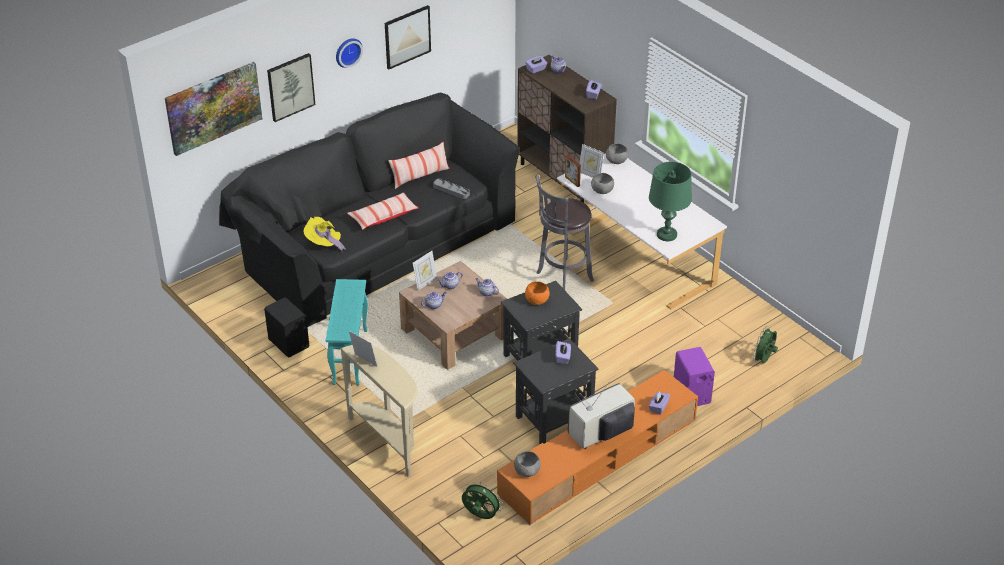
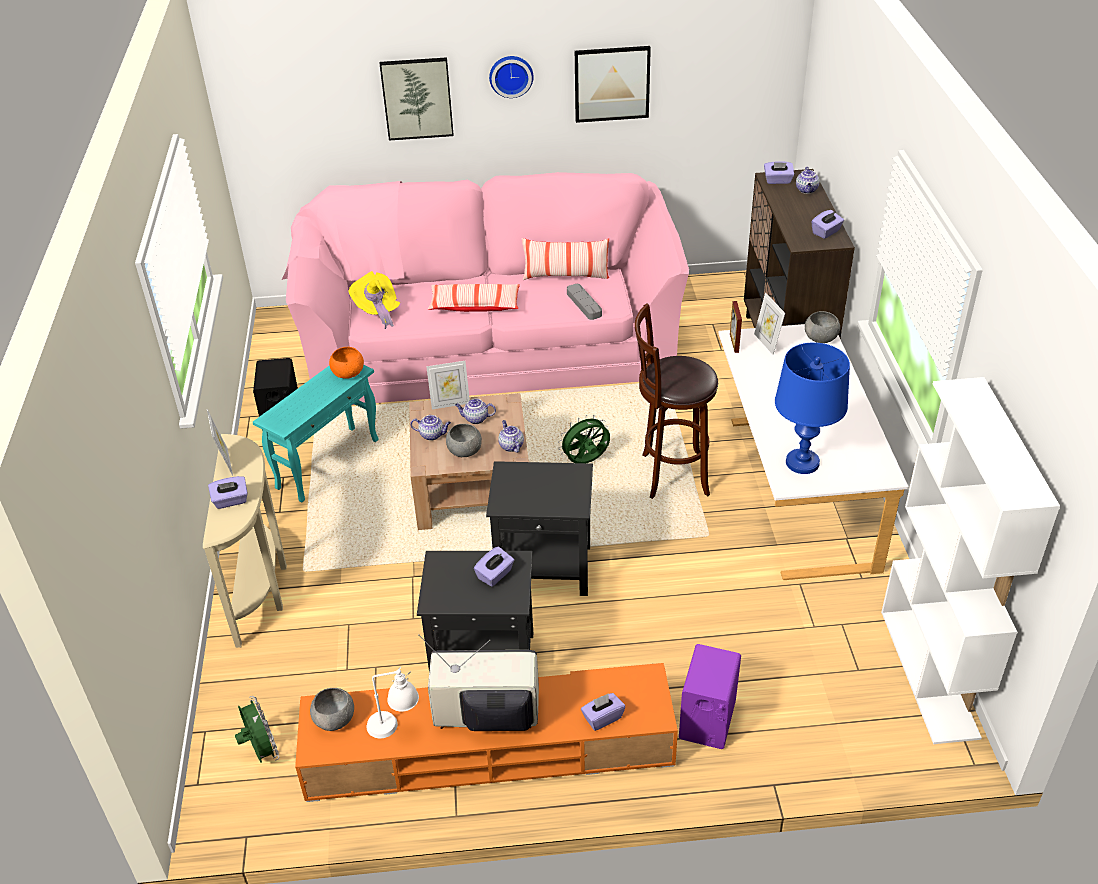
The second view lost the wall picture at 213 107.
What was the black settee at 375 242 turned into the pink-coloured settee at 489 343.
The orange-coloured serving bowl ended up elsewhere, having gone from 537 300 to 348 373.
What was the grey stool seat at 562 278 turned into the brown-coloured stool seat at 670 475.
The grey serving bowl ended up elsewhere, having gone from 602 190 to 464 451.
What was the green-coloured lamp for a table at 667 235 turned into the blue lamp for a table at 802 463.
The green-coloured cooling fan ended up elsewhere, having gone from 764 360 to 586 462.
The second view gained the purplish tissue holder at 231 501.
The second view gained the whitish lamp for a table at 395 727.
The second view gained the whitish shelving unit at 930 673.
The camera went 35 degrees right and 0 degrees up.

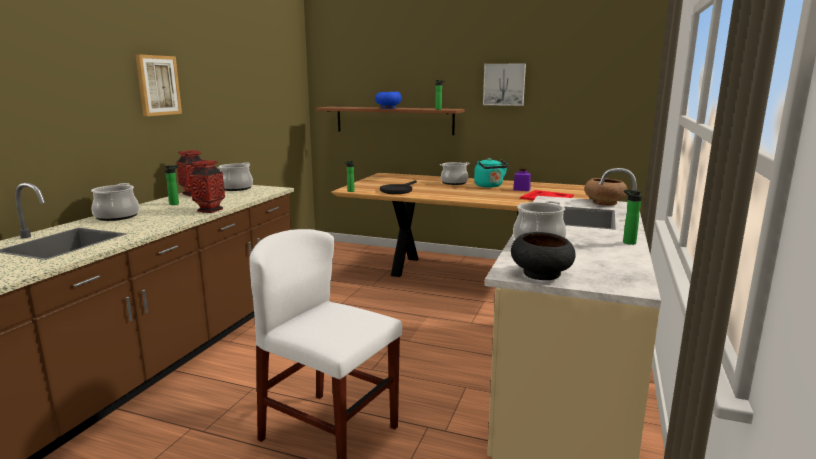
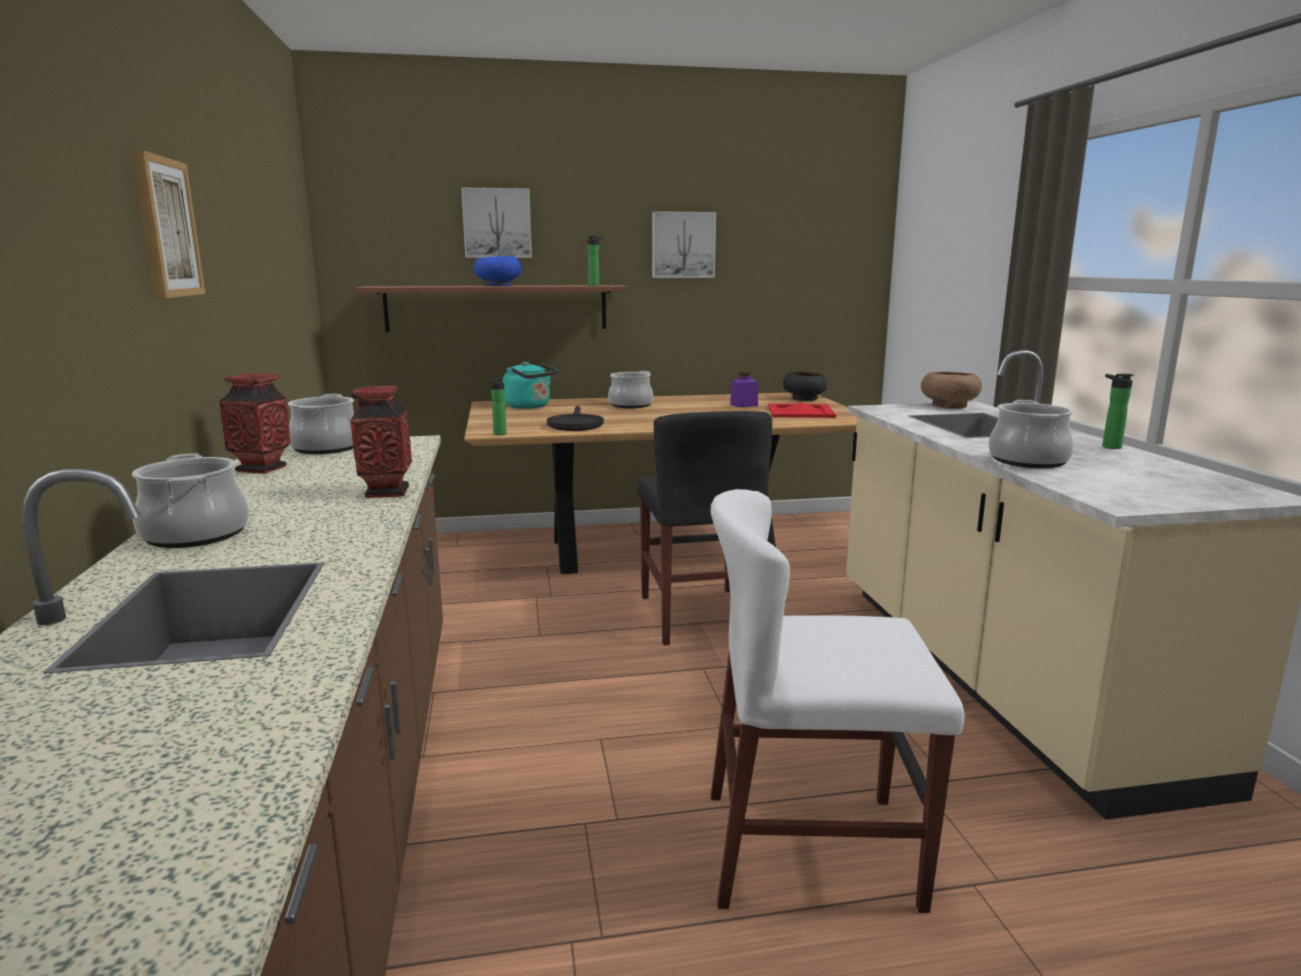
The second view lost the bottle at 175 204.
The turquoise-coloured tea kettle ended up elsewhere, having gone from 489 186 to 530 407.
The black serving bowl ended up elsewhere, having gone from 541 274 to 804 399.
The second view gained the wall picture at 497 223.
The second view gained the black upright chair at 699 615.
The camera went 30 degrees left and 0 degrees up.

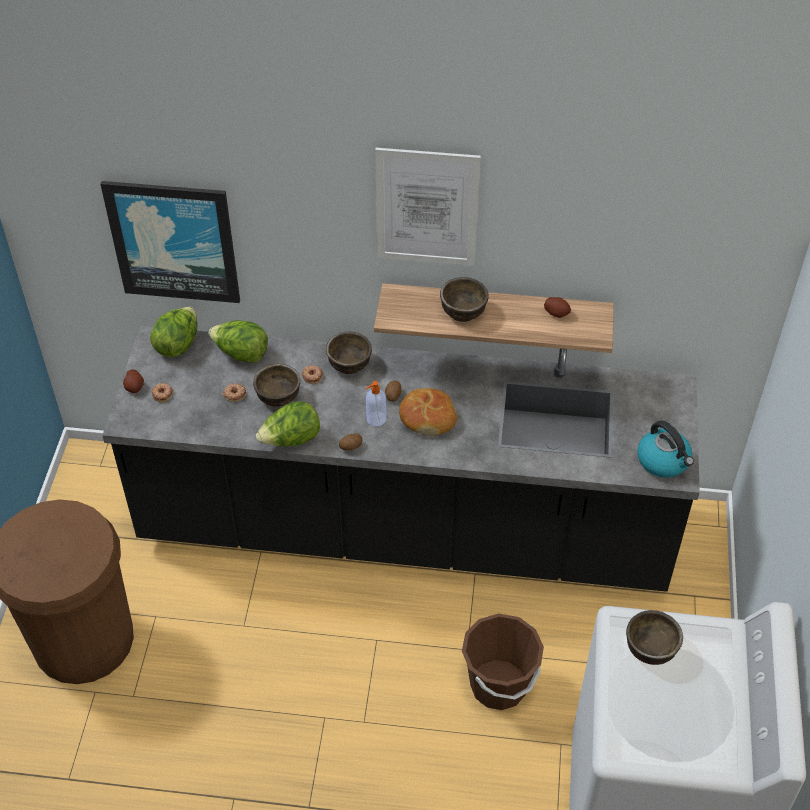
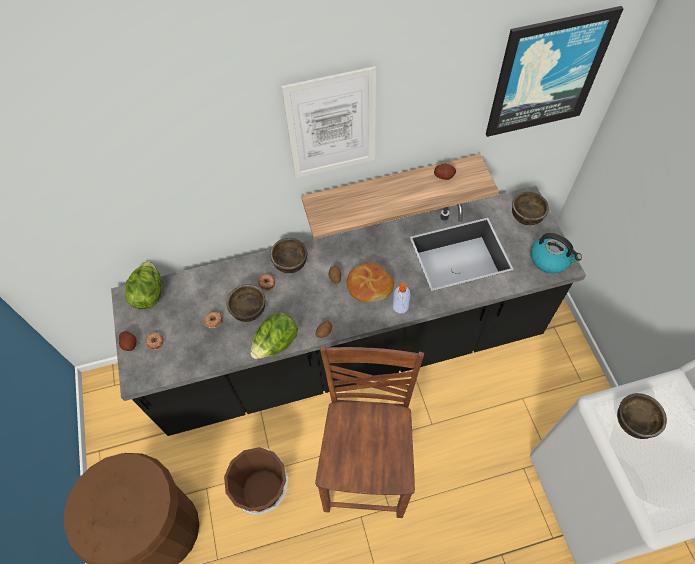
The wall picture ended up elsewhere, having gone from 174 241 to 547 74.
The second view lost the lettuce head at 241 354.
The soap bottle ended up elsewhere, having gone from 375 419 to 400 307.
The brown-coloured serving bowl ended up elsewhere, having gone from 462 311 to 525 217.
The brown-coloured water bucket ended up elsewhere, having gone from 498 685 to 263 490.
The second view gained the brown-coloured upright chair at 367 467.
The camera went 20 degrees left and 10 degrees up.

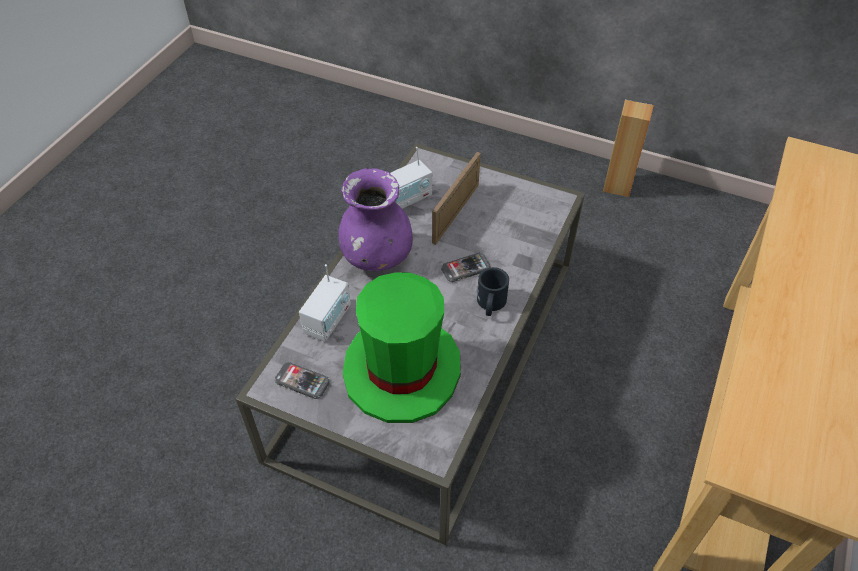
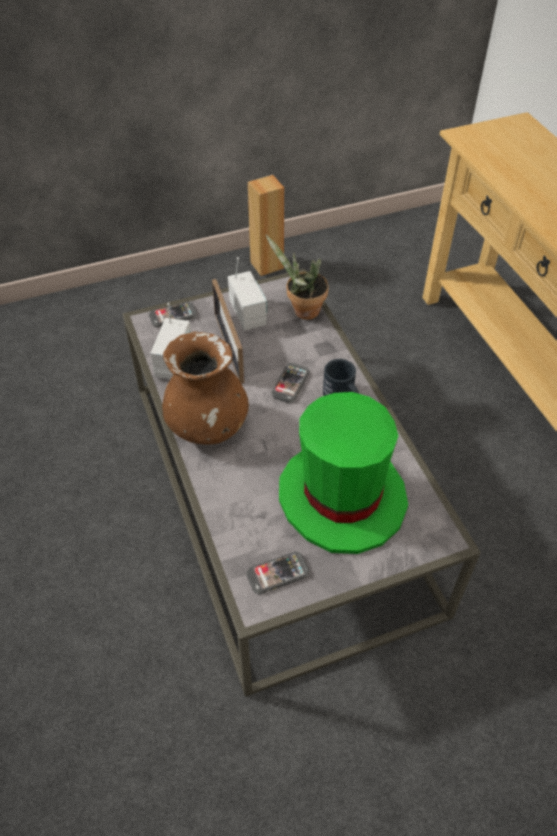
The radio ended up elsewhere, having gone from 328 320 to 248 314.
What was the purplish decorative vase at 376 256 turned into the brown-coloured decorative vase at 208 426.
The second view gained the telephone at 173 316.
The second view gained the potted plant at 302 311.
The camera went 45 degrees left and 0 degrees up.

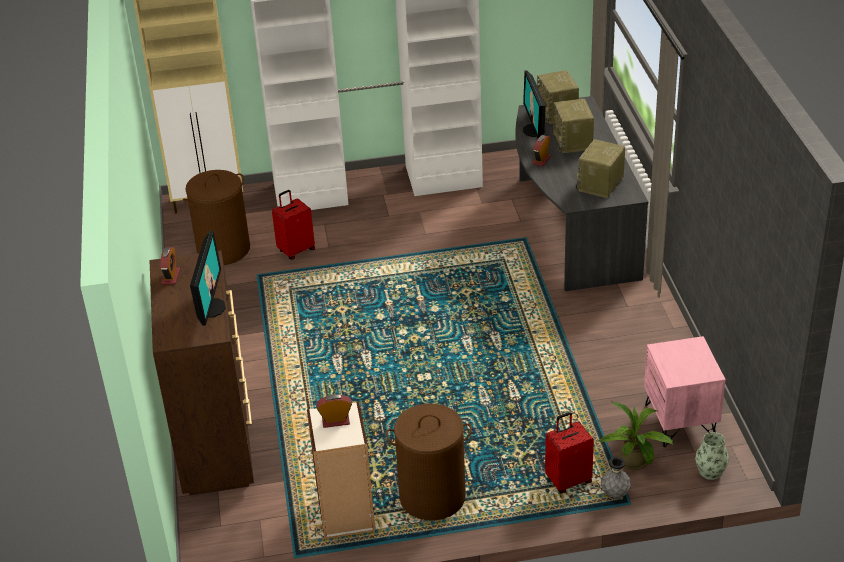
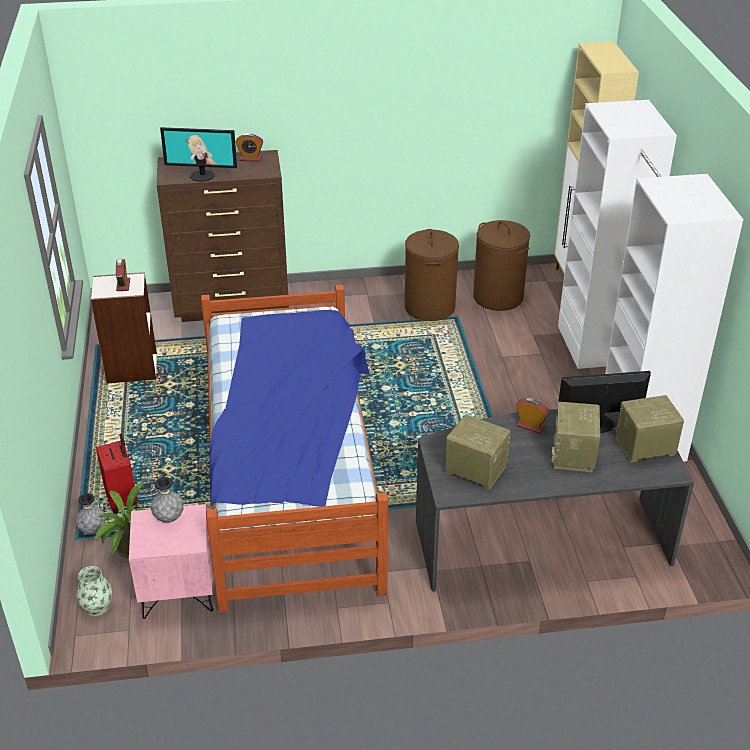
The second view lost the red suitcase at 296 250.
The brown-coloured hamper ended up elsewhere, having gone from 432 497 to 429 307.
The radio at 573 142 ended up facing another way, 75 degrees counterclockwise from before.
The second view gained the grey decorative vase at 169 518.
The second view gained the sleeping bed at 291 477.
The camera went 90 degrees right and 0 degrees up.

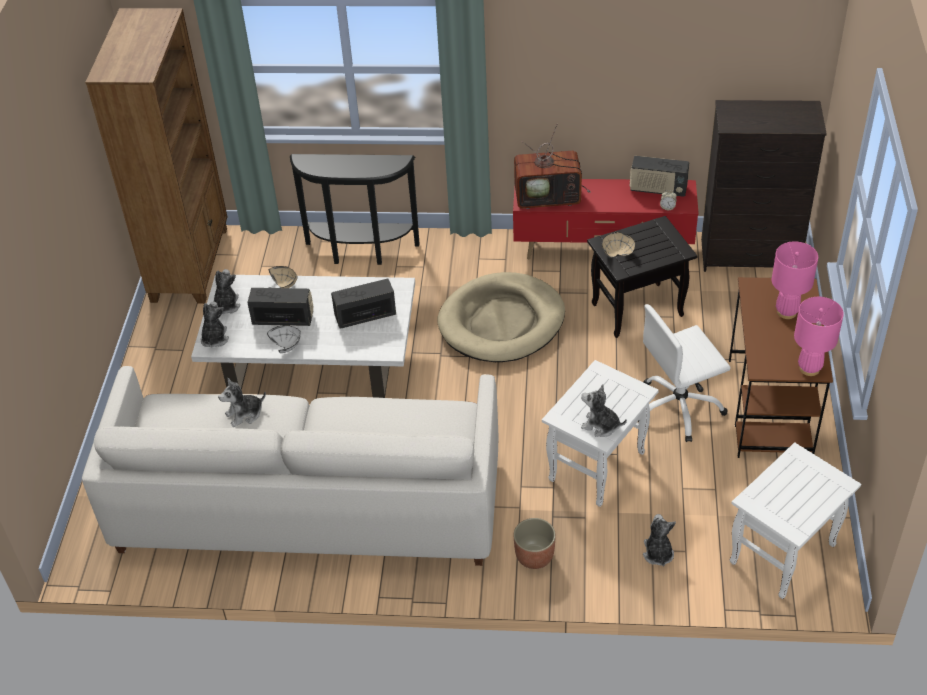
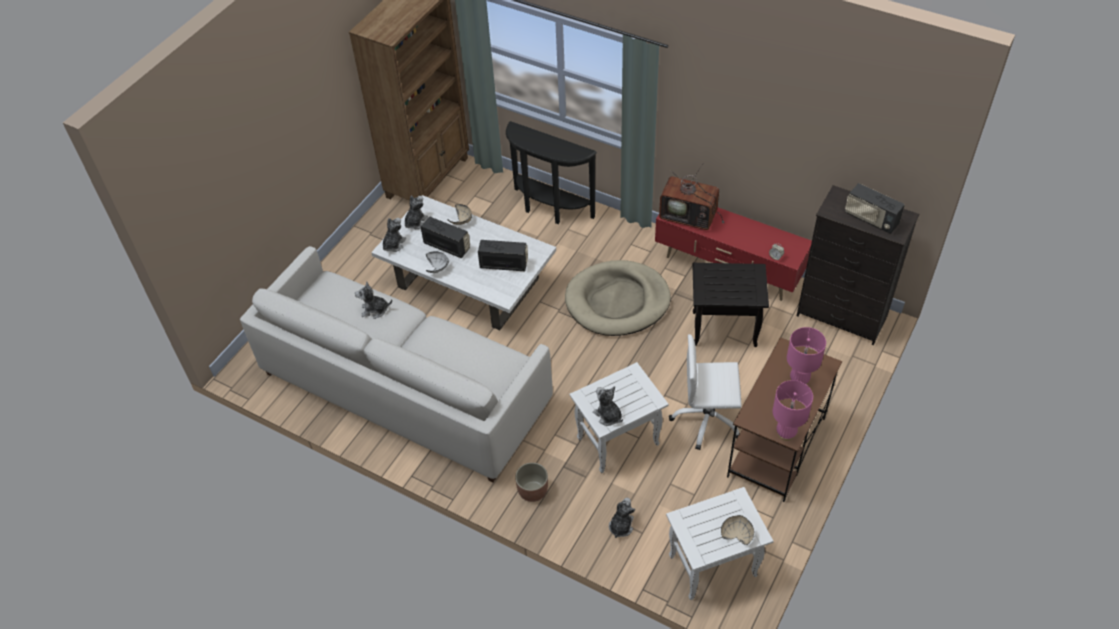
The beige serving bowl ended up elsewhere, having gone from 616 252 to 736 534.
The radio ended up elsewhere, having gone from 658 189 to 870 219.
The camera went 25 degrees right and 5 degrees up.

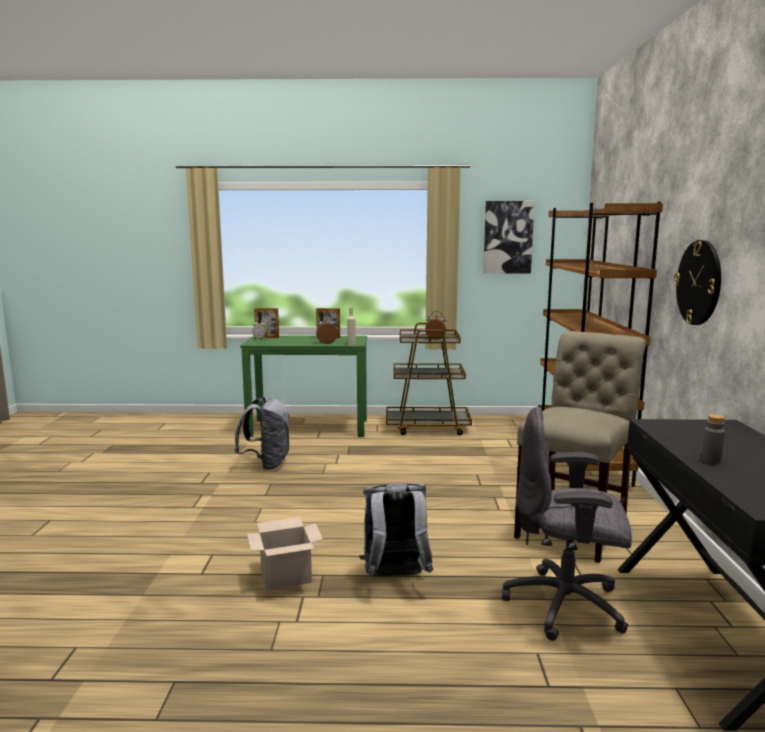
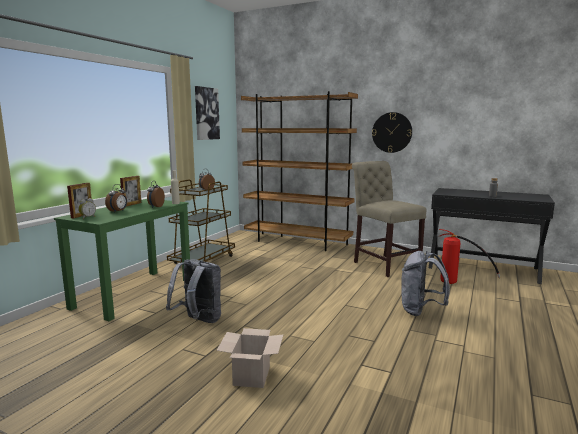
The carton ended up elsewhere, having gone from 287 576 to 251 375.
Where the grey desk chair stood at 566 606, the fire extinguisher came to stand at 458 283.
The second view gained the bedside clock at 118 211.
The camera went 65 degrees left and 0 degrees up.

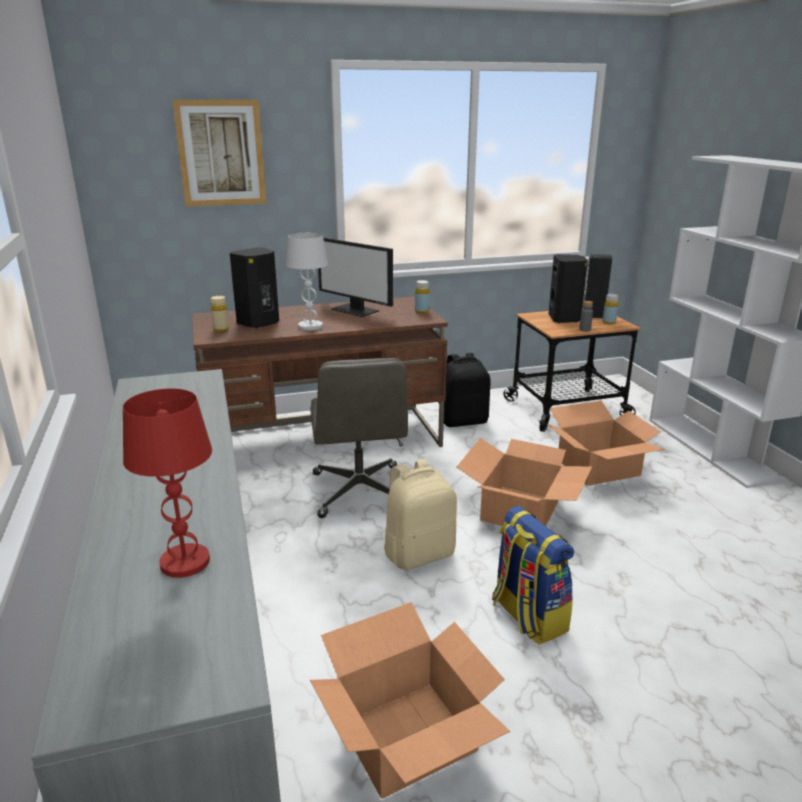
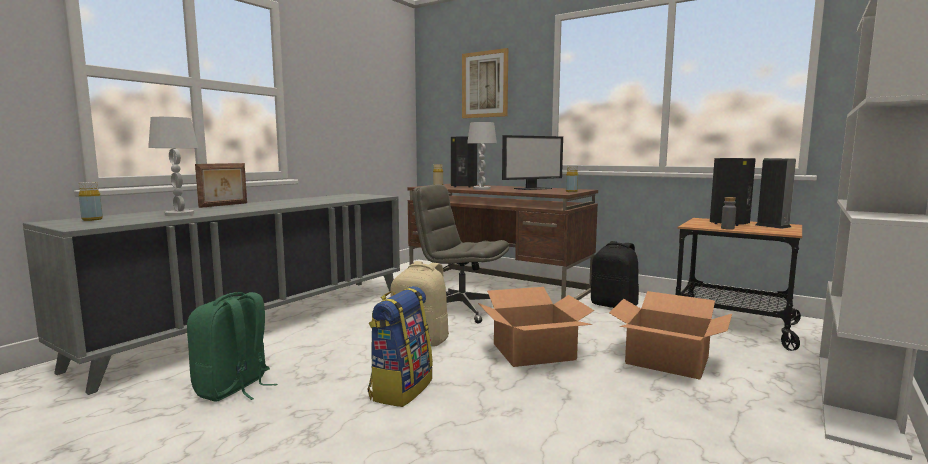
What was the red lamp for a table at 184 562 turned into the whitish lamp for a table at 179 214.
The grey desk chair at 360 492 ended up facing another way, 75 degrees clockwise from before.
Where the carton stood at 408 737, the green-coloured knapsack came to stand at 234 388.
The computer screen at 356 310 ended up facing another way, 120 degrees counterclockwise from before.
The yellowish bottle ended up elsewhere, having gone from 609 322 to 92 219.
The second view gained the picture frame at 224 205.
The camera went 50 degrees right and 15 degrees down.

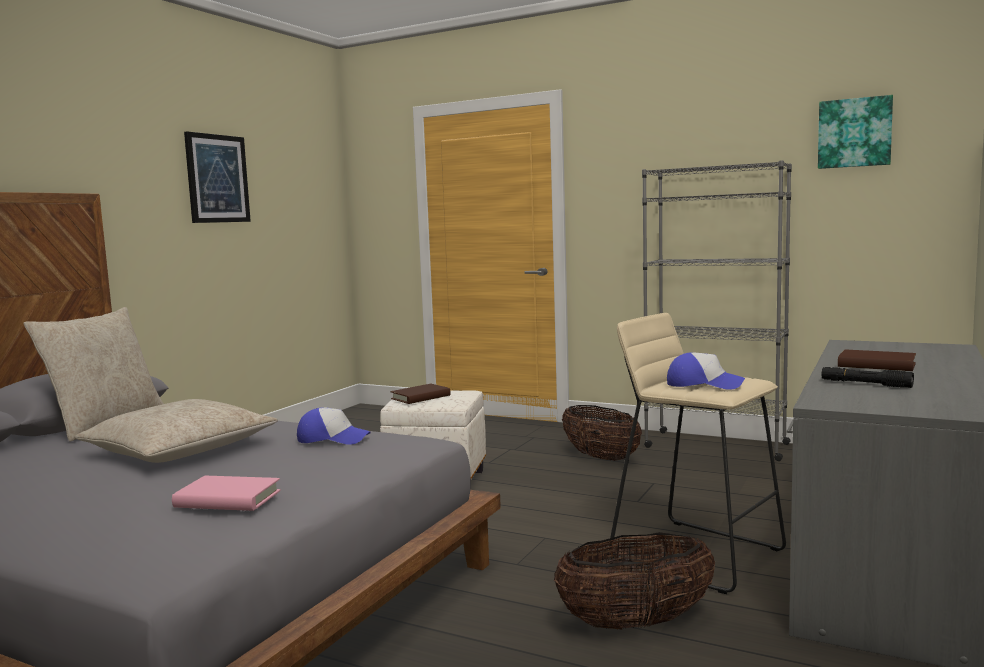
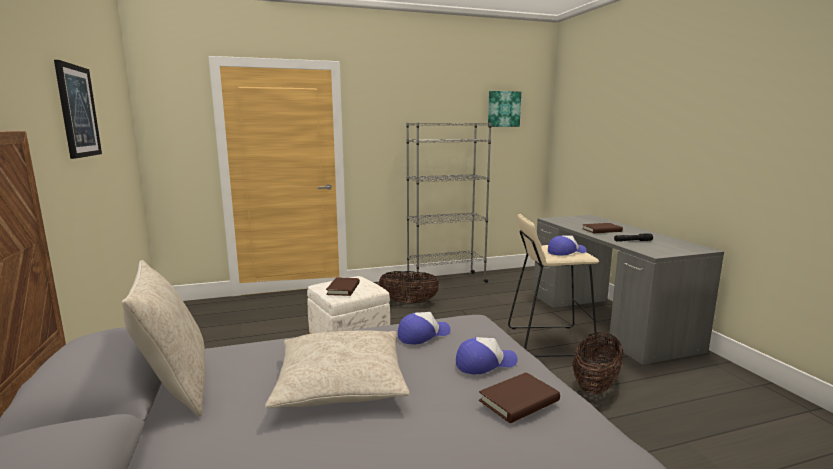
What was the pink-coloured volume at 227 499 turned into the brown-coloured volume at 519 401.
The second view gained the baseball cap at 485 363.
The camera went 45 degrees left and 5 degrees up.

